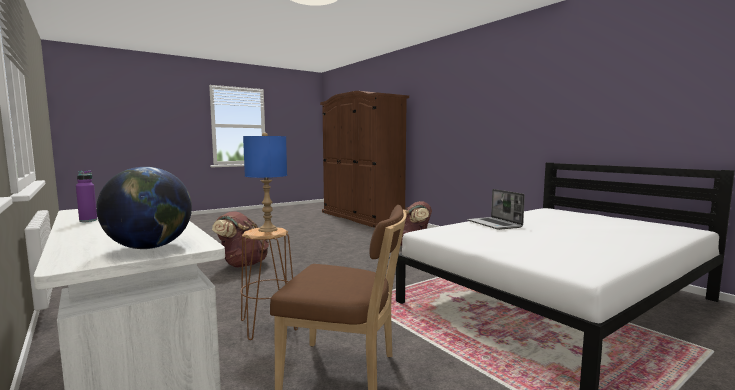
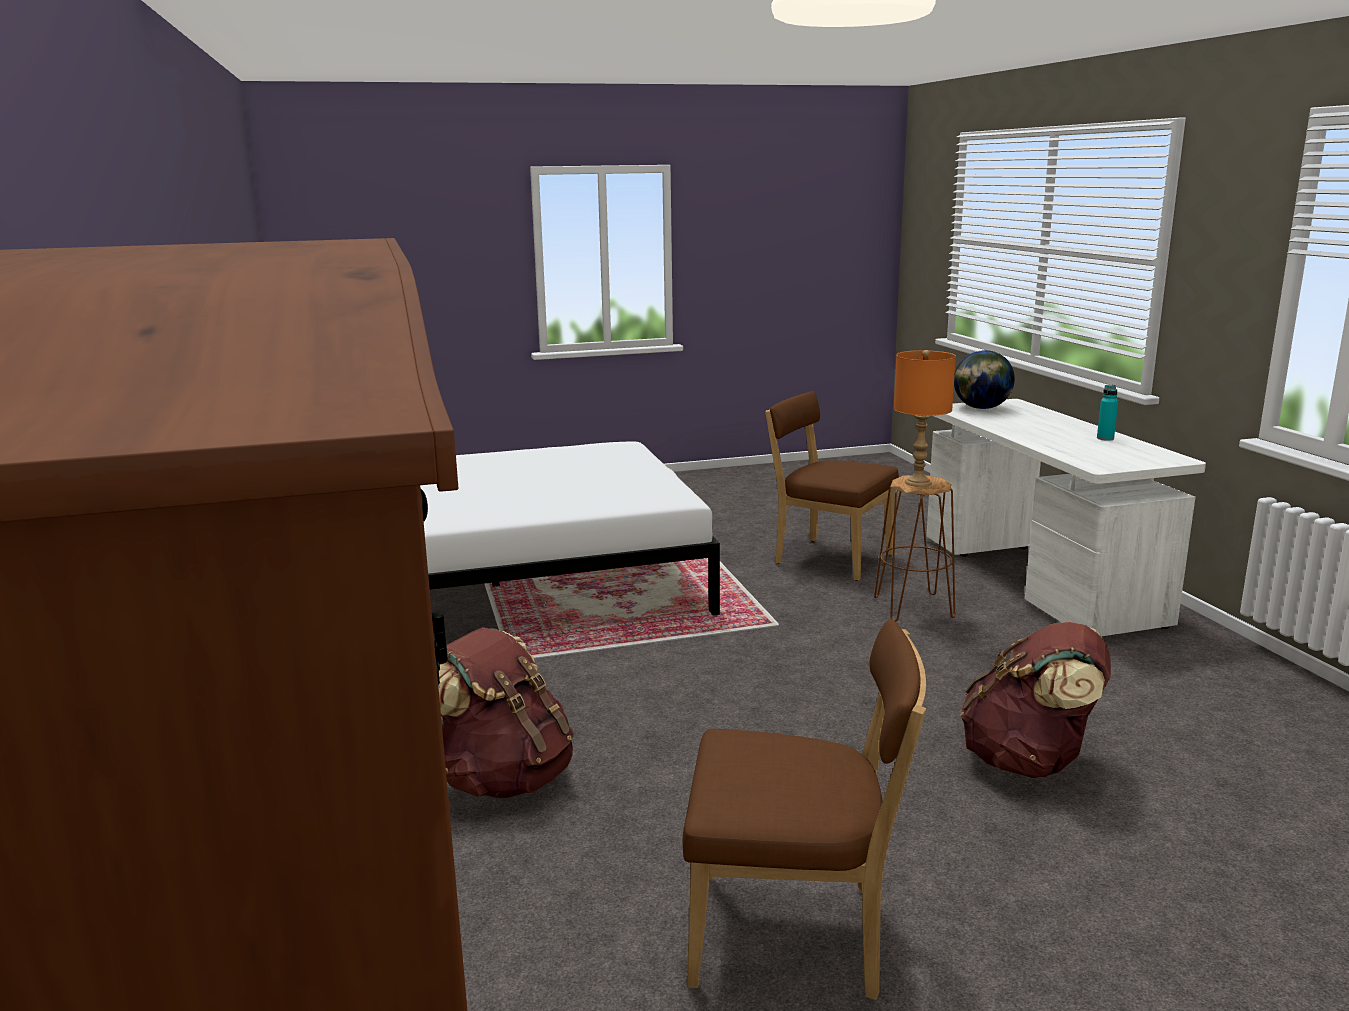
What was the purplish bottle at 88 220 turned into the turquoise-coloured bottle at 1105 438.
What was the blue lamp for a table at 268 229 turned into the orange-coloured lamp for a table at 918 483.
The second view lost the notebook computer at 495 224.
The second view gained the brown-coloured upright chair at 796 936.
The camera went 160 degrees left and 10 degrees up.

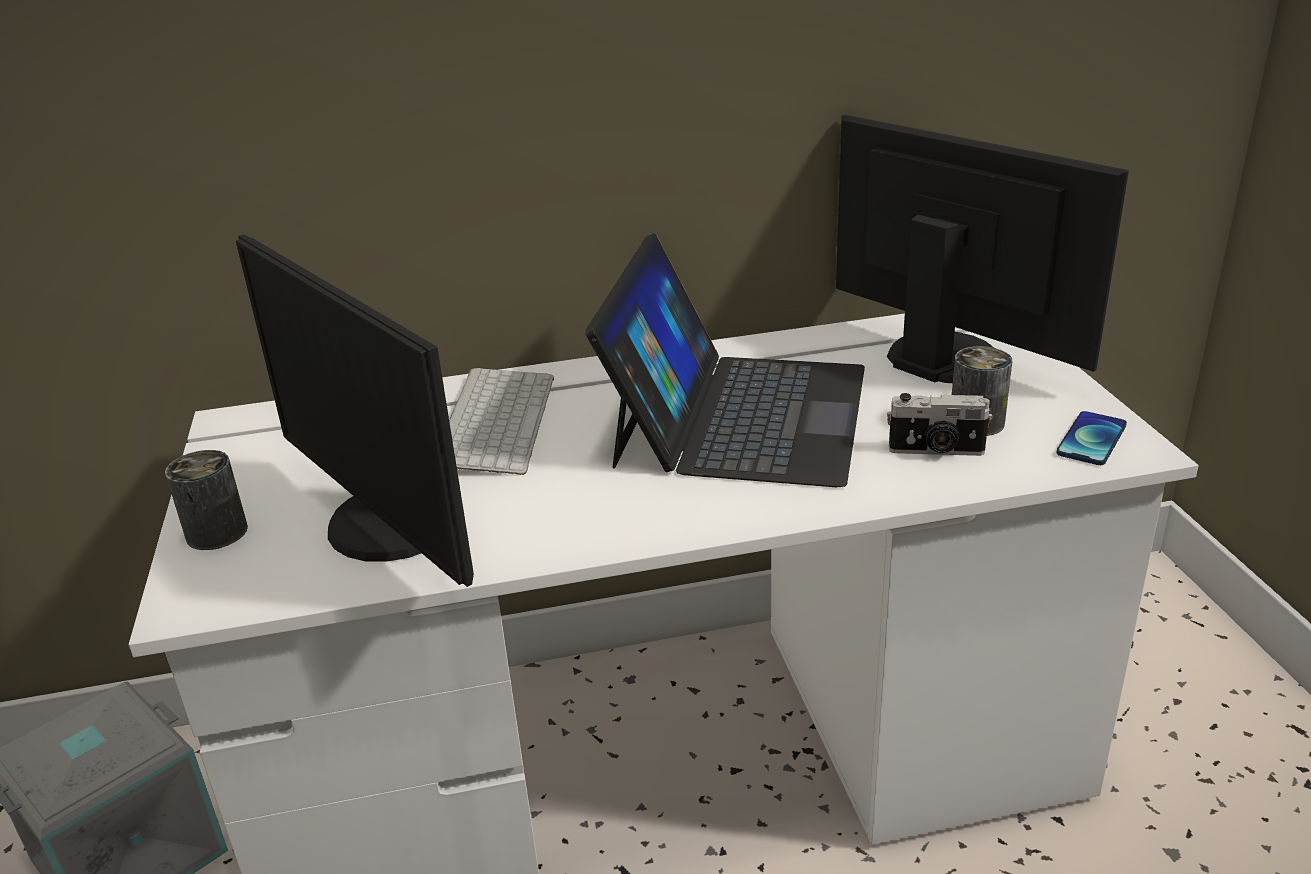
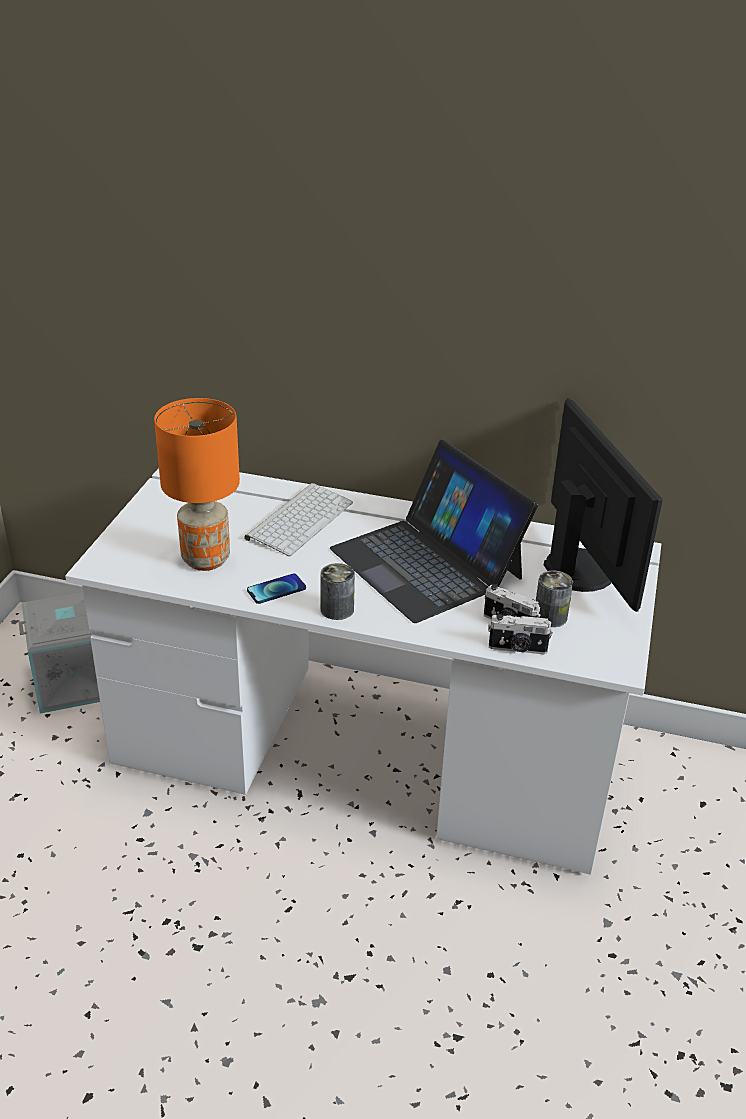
The sealed can ended up elsewhere, having gone from 217 532 to 337 609.
Where the computer screen stood at 388 526, the orange-coloured lamp for a table came to stand at 206 560.
The notebook computer at 739 415 ended up facing another way, 105 degrees clockwise from before.
The telephone ended up elsewhere, having gone from 1091 440 to 276 589.
The second view gained the photo camera at 517 649.
The camera went 25 degrees right and 5 degrees up.

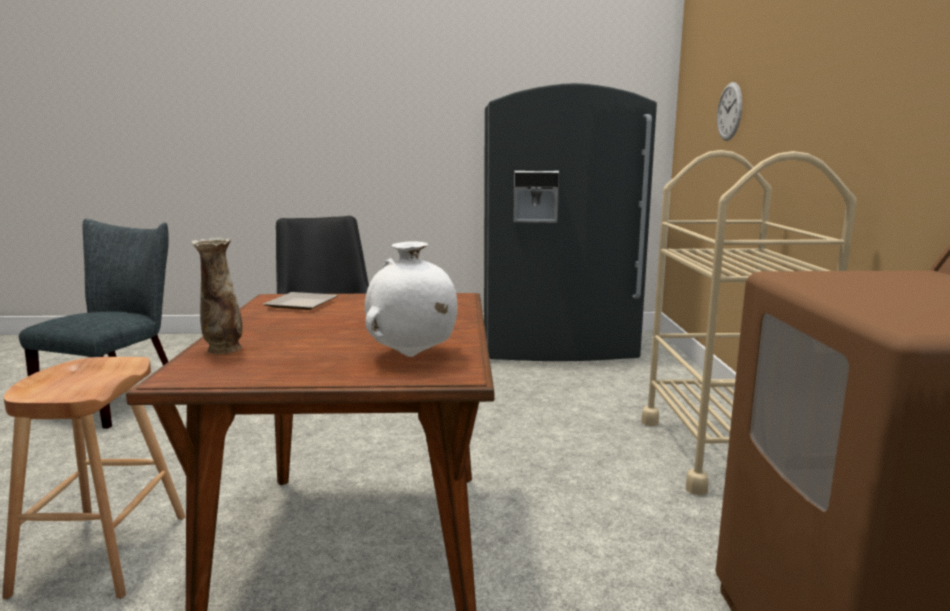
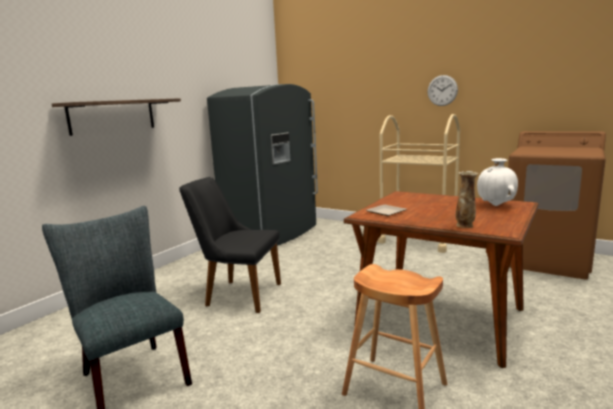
The wall clock ended up elsewhere, having gone from 729 111 to 442 90.
The second view gained the shelf at 112 116.
The camera went 55 degrees left and 0 degrees up.

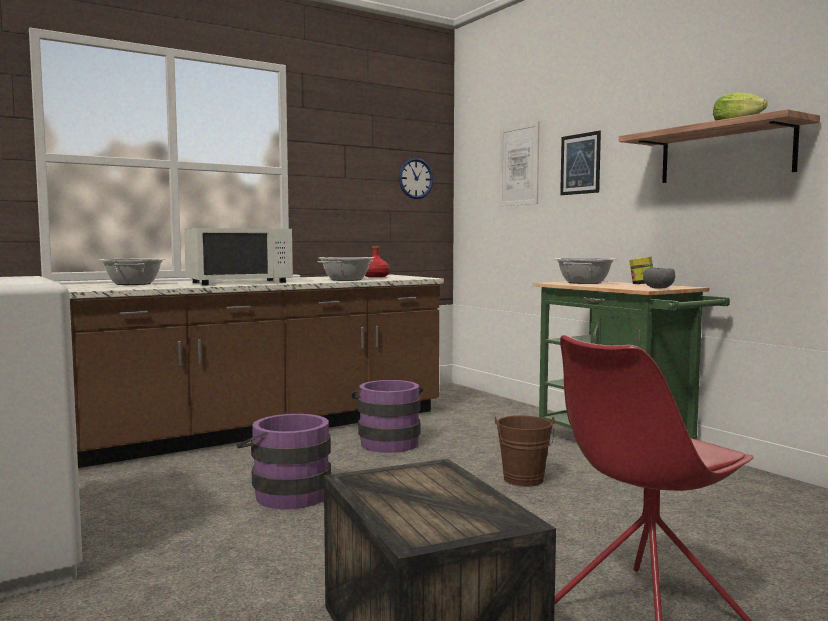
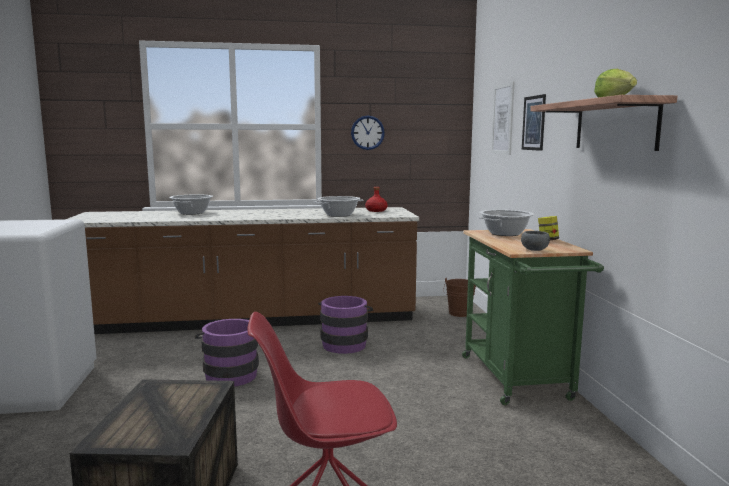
The second view lost the whitish microwave at 239 282.
The wall clock ended up elsewhere, having gone from 415 178 to 367 132.
The brown-coloured water bucket ended up elsewhere, having gone from 524 481 to 459 314.
The camera went 25 degrees right and 5 degrees up.

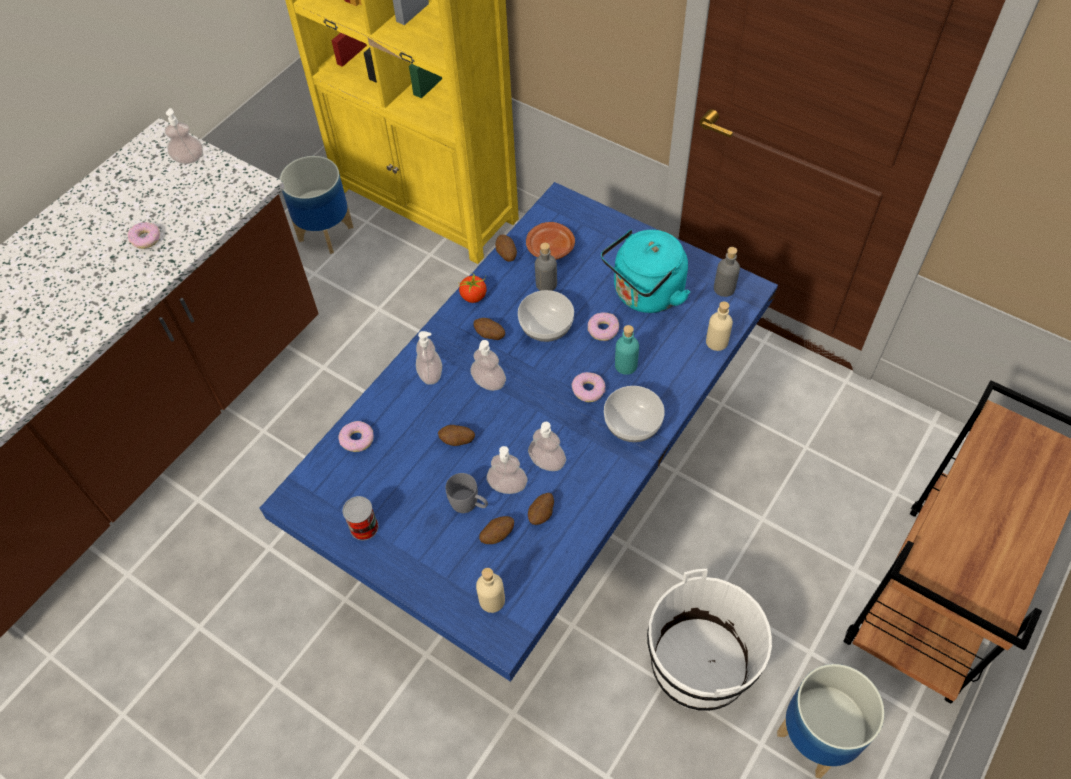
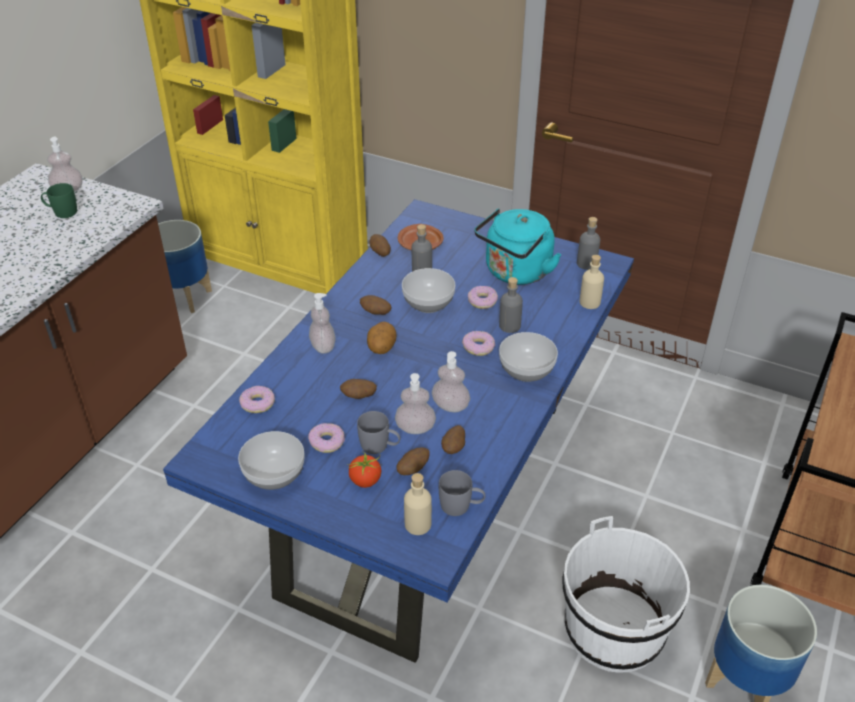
The donut ended up elsewhere, having gone from 146 238 to 327 442.
Where the sealed can stood at 364 527, the serving bowl came to stand at 275 475.
The whole tomato ended up elsewhere, having gone from 474 296 to 365 480.
Where the soap bottle stood at 489 382, the potato came to stand at 381 348.
What was the turquoise-coloured bottle at 625 365 turned into the grey bottle at 509 326.
The second view gained the green-coloured mug at 61 212.
The second view gained the grey mug at 461 506.
The camera went 10 degrees left and 15 degrees down.

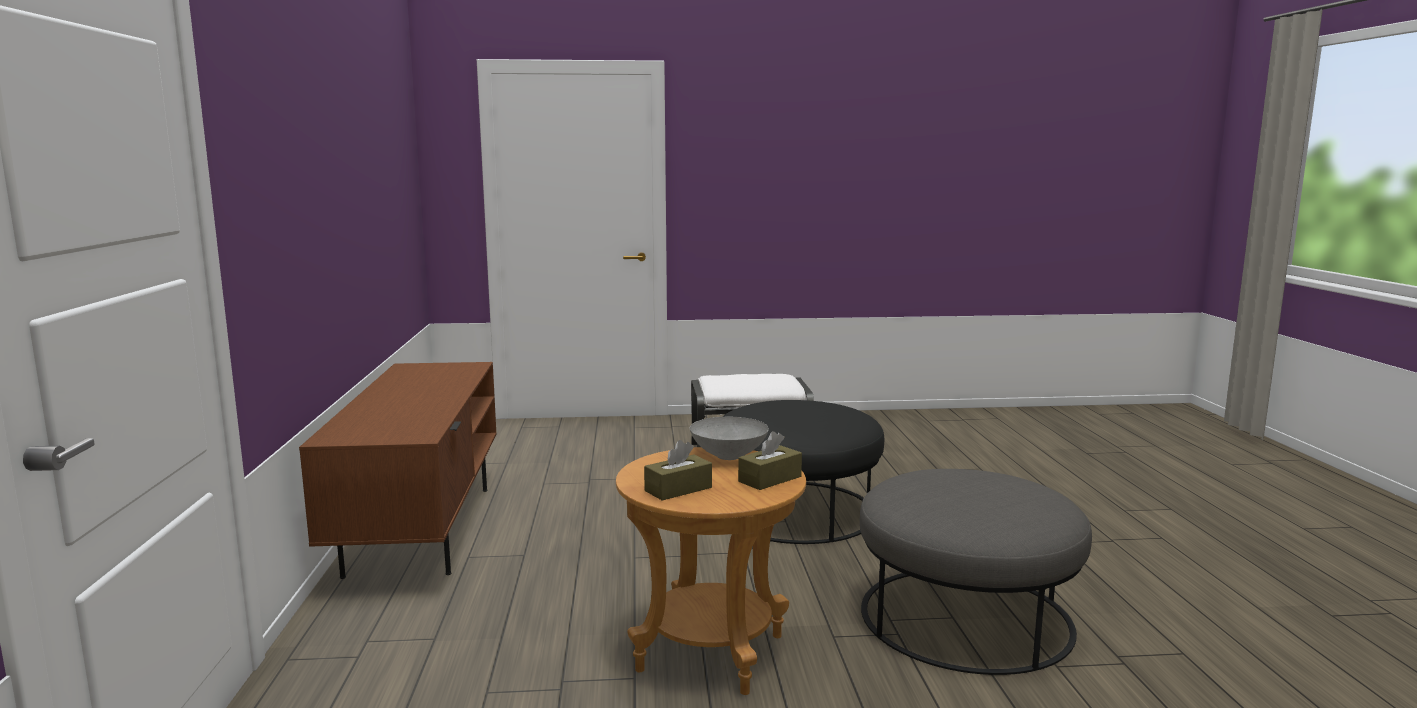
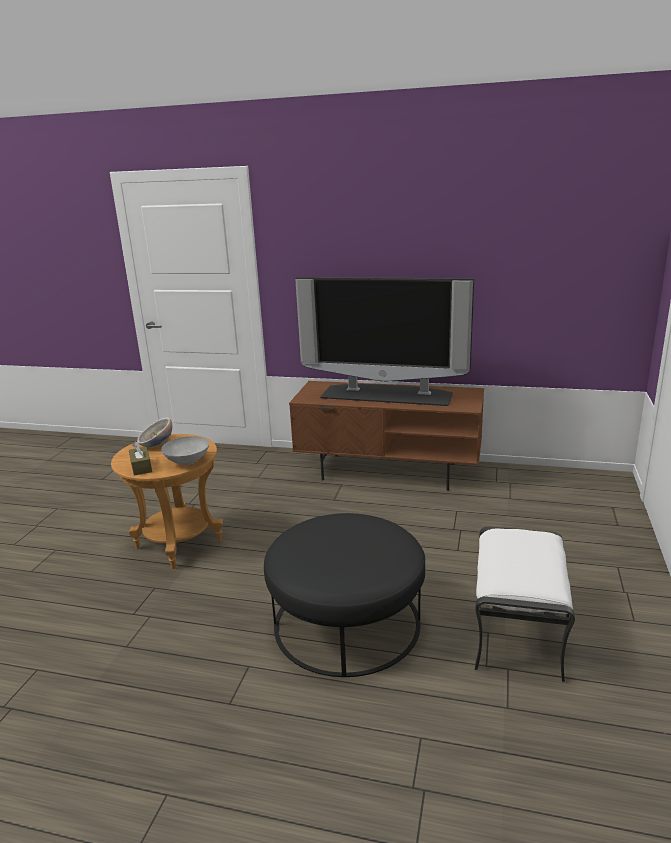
Where the brown-coloured tissue holder stood at 678 489, the serving bowl came to stand at 156 445.
The second view lost the grey footrest at 965 616.
The second view gained the TV set at 387 395.
The camera went 110 degrees right and 10 degrees up.

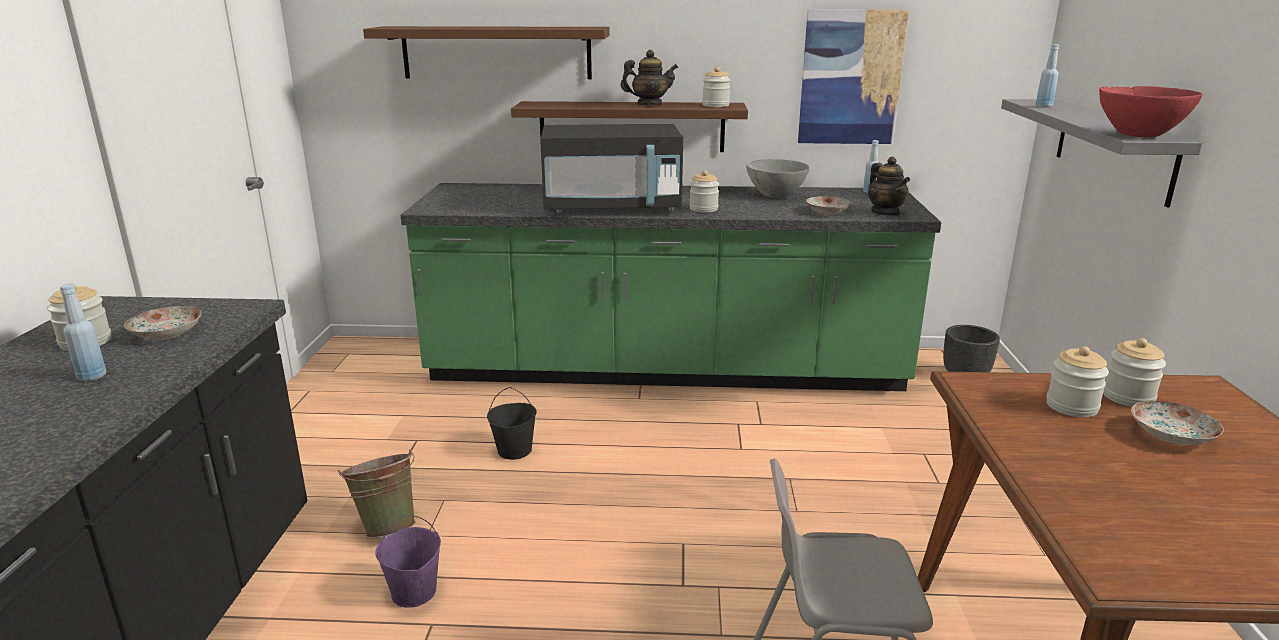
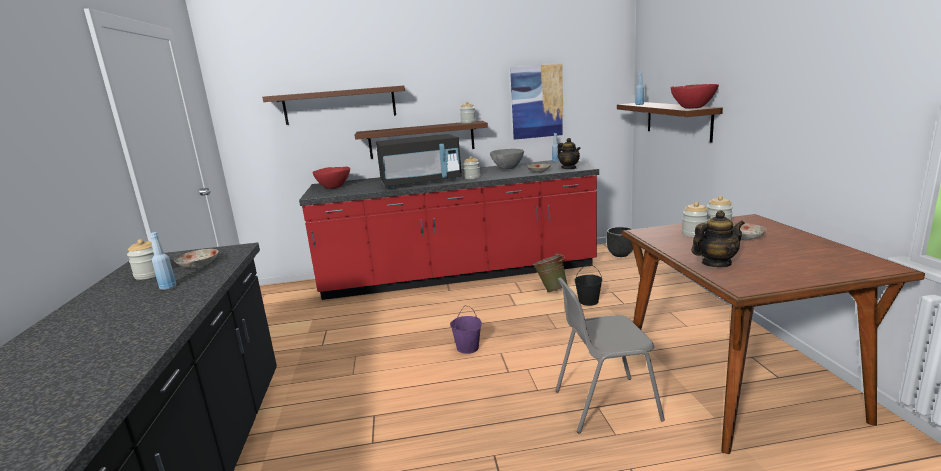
The green-coloured water bucket ended up elsewhere, having gone from 387 527 to 550 290.
The purplish water bucket ended up elsewhere, having gone from 414 592 to 468 348.
What was the green-coloured counter at 665 369 turned into the red counter at 458 274.
The black water bucket ended up elsewhere, having gone from 514 450 to 588 301.
The pot for tea ended up elsewhere, having gone from 649 104 to 715 263.
What was the grey shelf at 1113 148 turned into the brown-coloured shelf at 677 120.
The second view gained the red serving bowl at 334 187.
The camera went 10 degrees left and 5 degrees down.

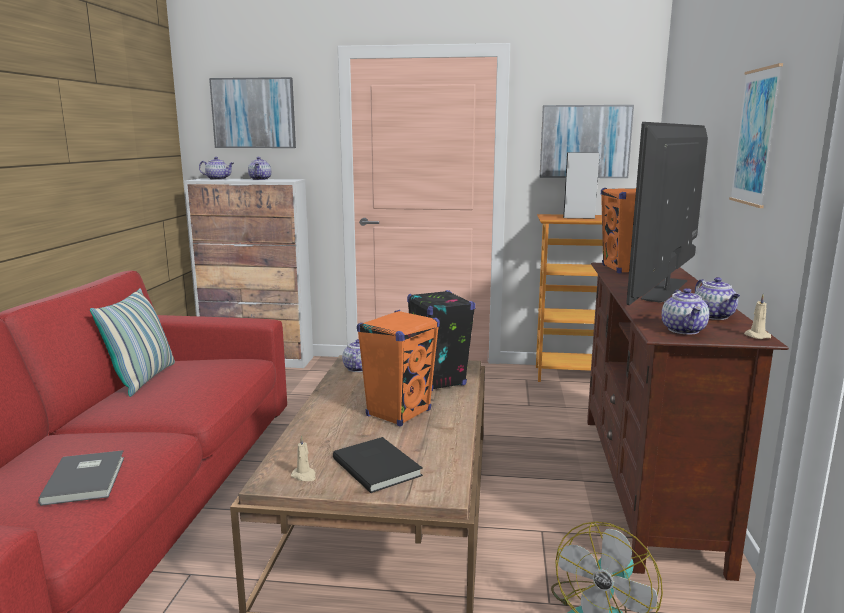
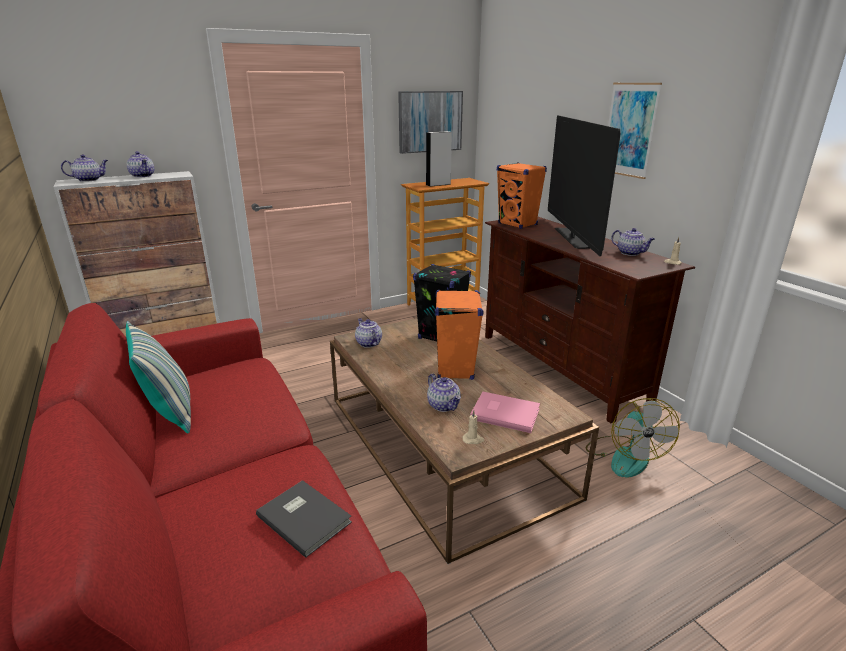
The second view lost the wall picture at 254 113.
What was the black volume at 378 465 turned into the pink-coloured volume at 504 413.
The pot for tea ended up elsewhere, having gone from 684 330 to 444 405.
The camera went 35 degrees left and 10 degrees up.

